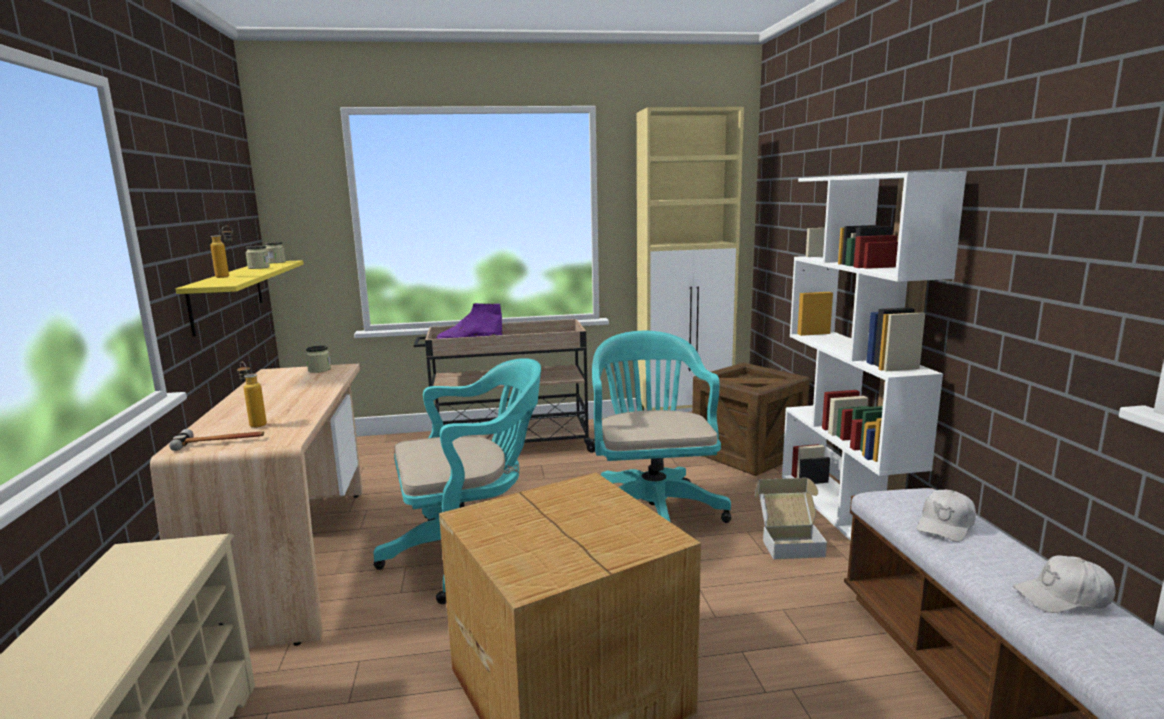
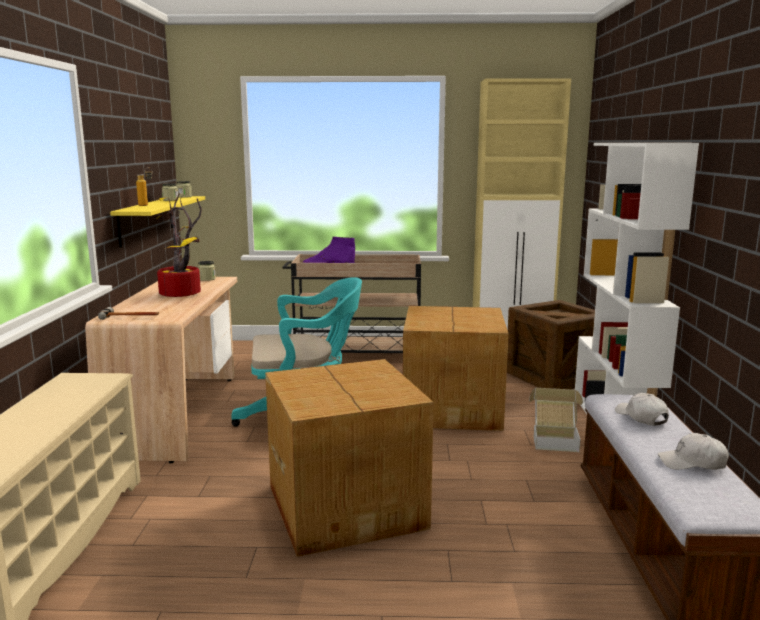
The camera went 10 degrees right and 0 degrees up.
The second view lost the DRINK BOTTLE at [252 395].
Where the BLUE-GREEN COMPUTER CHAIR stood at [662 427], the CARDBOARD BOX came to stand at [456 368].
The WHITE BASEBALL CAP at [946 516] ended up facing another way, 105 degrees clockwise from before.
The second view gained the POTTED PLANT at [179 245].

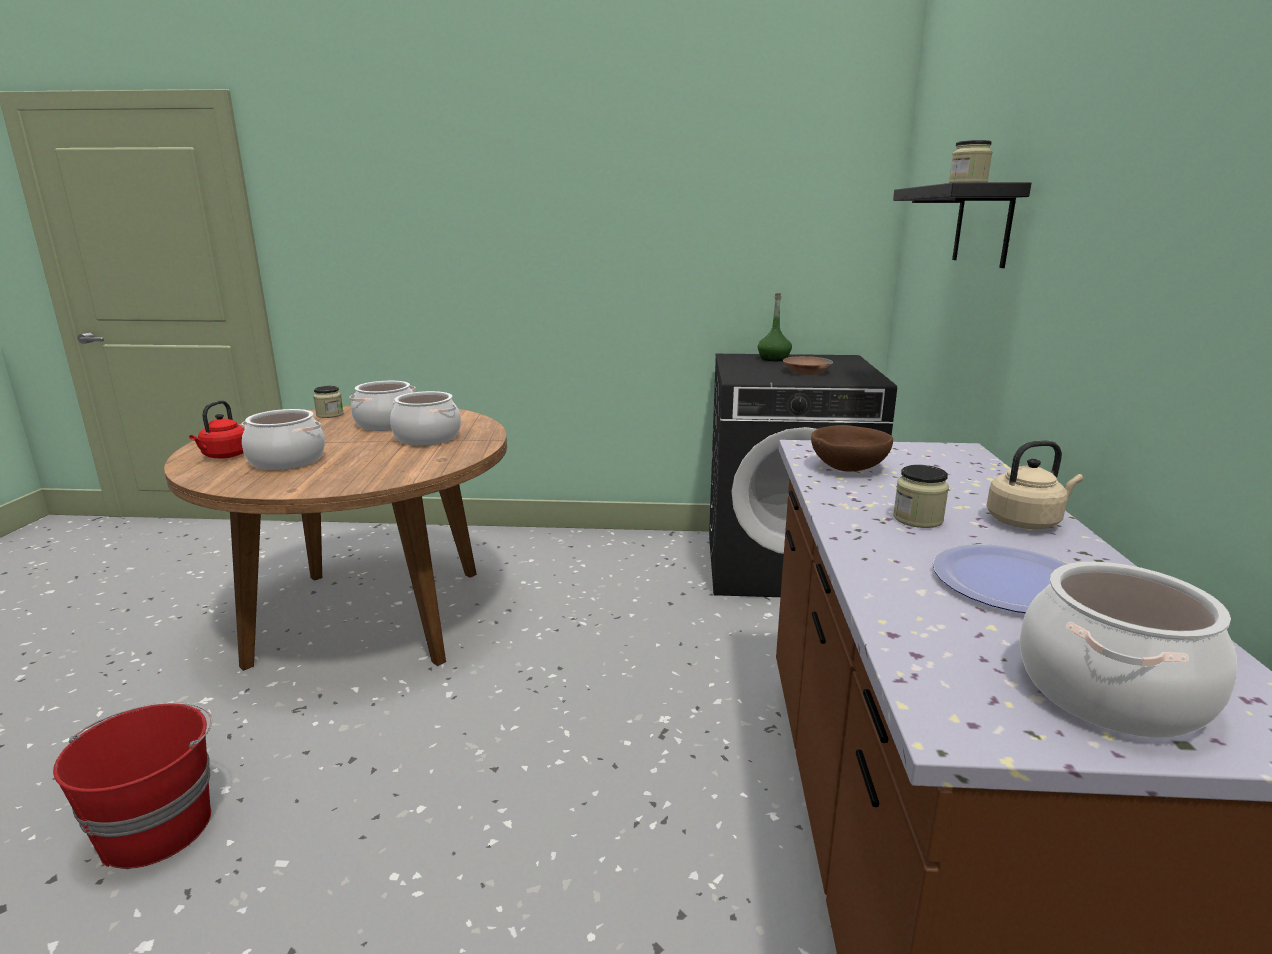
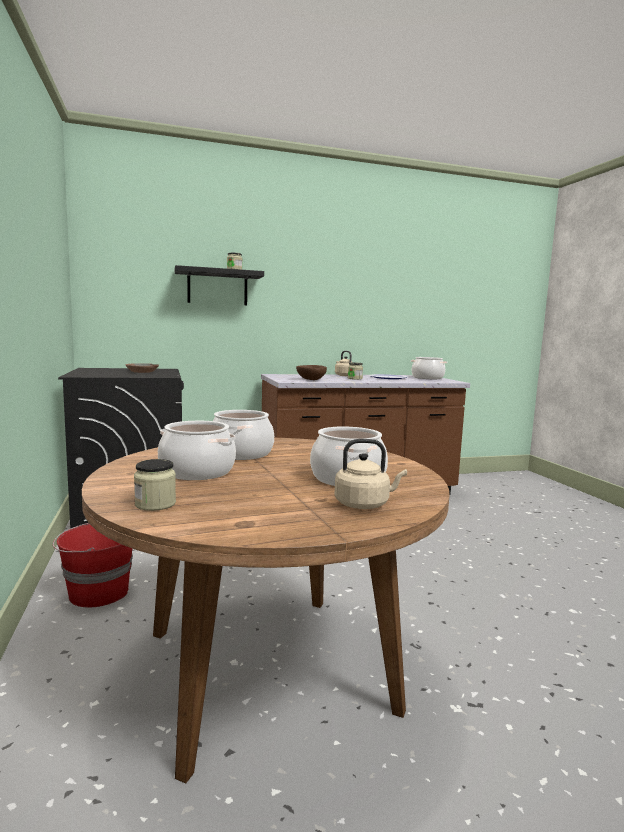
The camera went 110 degrees left and 10 degrees down.
The RED-COLOURED BUCKET ended up elsewhere, having gone from [132 785] to [93 565].
What was the RED-COLOURED WATER KETTLE at [216 429] turned into the BEIGE WATER KETTLE at [371 474].
The second view lost the GREENISH DRINK BOTTLE at [775 327].

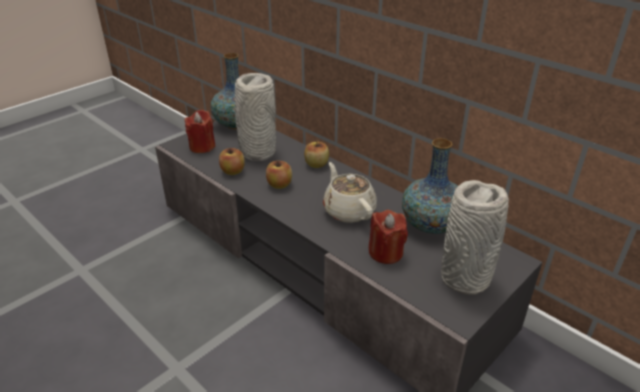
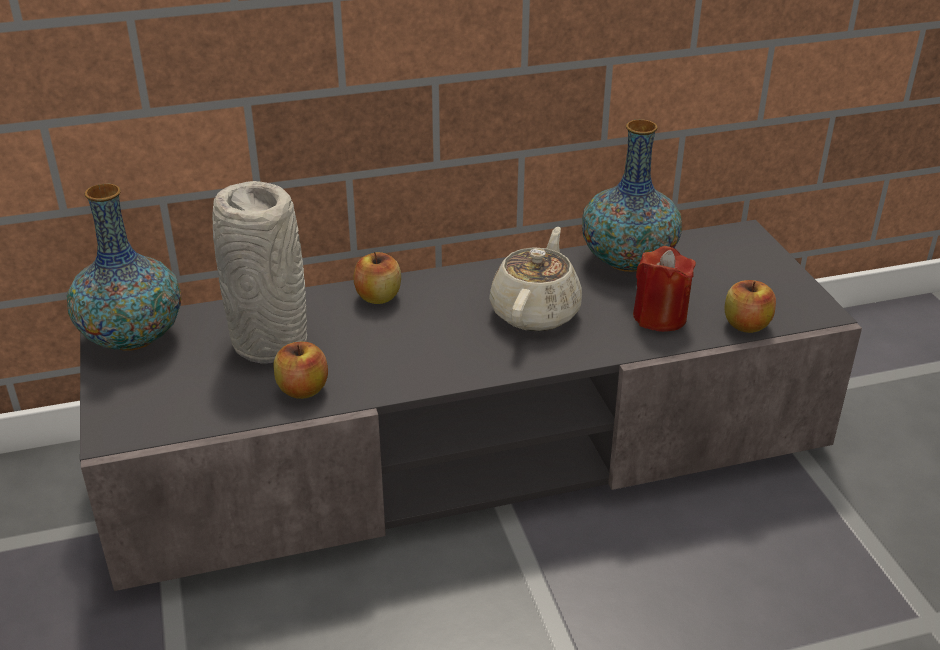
The camera went 60 degrees left and 0 degrees up.
The second view lost the RED-COLOURED WAX CANDLE at [200 131].
The WHOLE APPLE ended up elsewhere, having gone from [279 175] to [750 306].
The BEIGE TEAPOT at [350 192] ended up facing another way, 105 degrees clockwise from before.
The second view lost the GREY FLOWER VASE at [475 237].

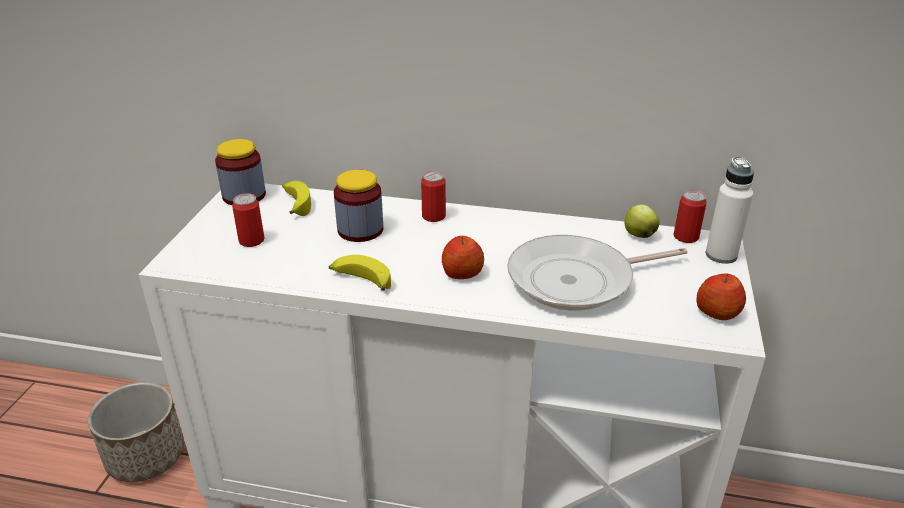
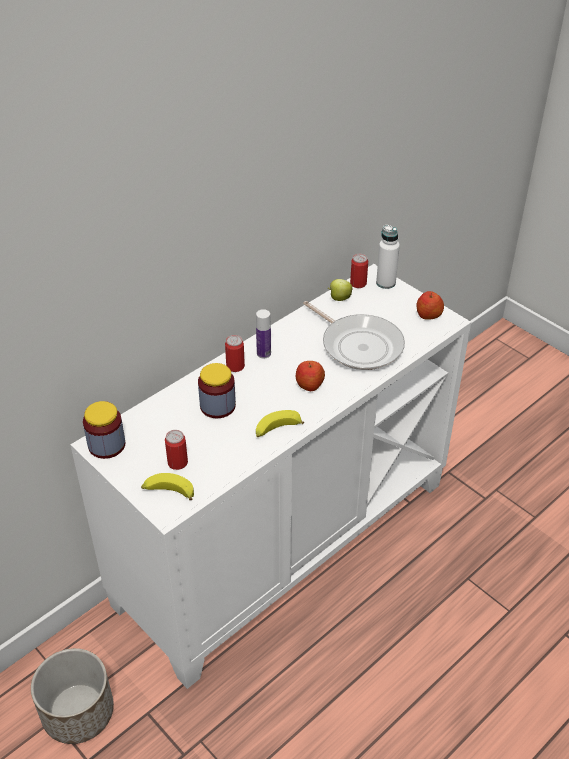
The camera went 55 degrees left and 10 degrees up.
The BANANA ended up elsewhere, having gone from [296 198] to [167 486].
The PAN at [597 273] ended up facing another way, 60 degrees counterclockwise from before.
The second view gained the DRINK BOTTLE at [263 334].

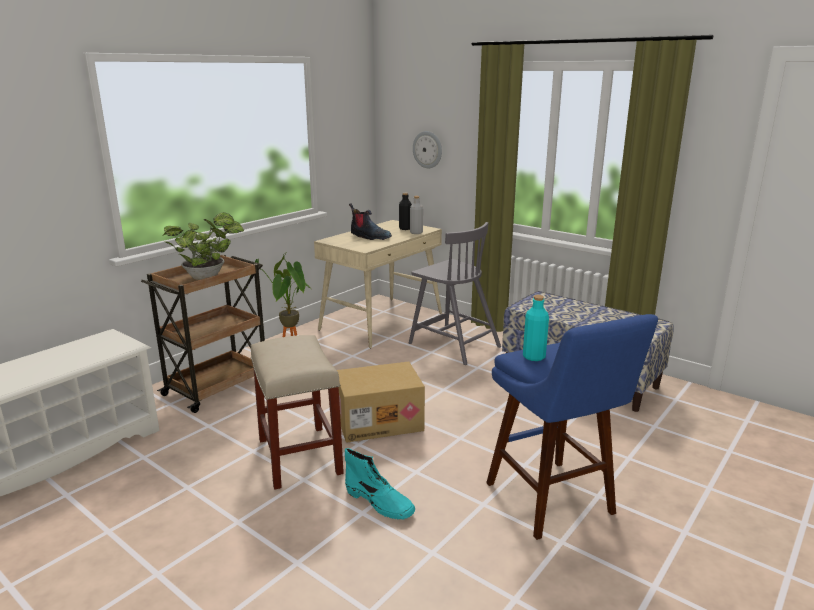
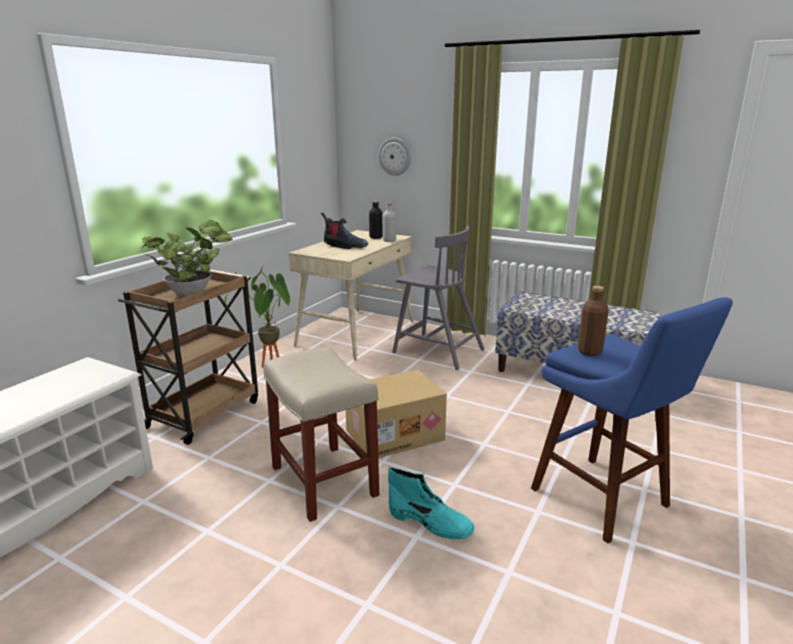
The camera went 10 degrees left and 0 degrees up.
What was the BLUE-GREEN DRINK BOTTLE at [536 328] turned into the BROWNISH DRINK BOTTLE at [593 321].

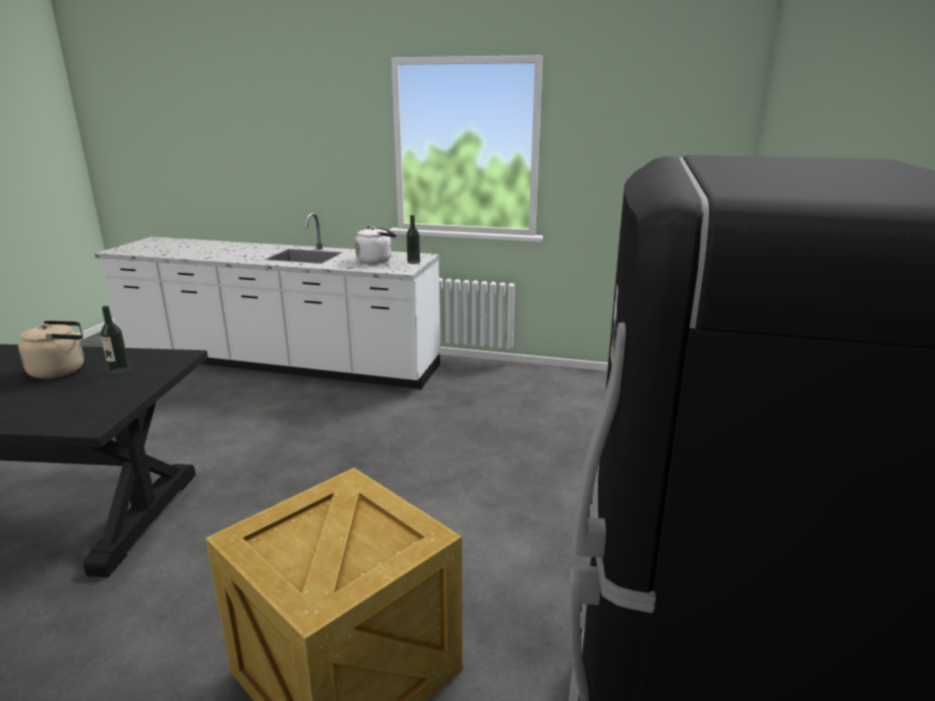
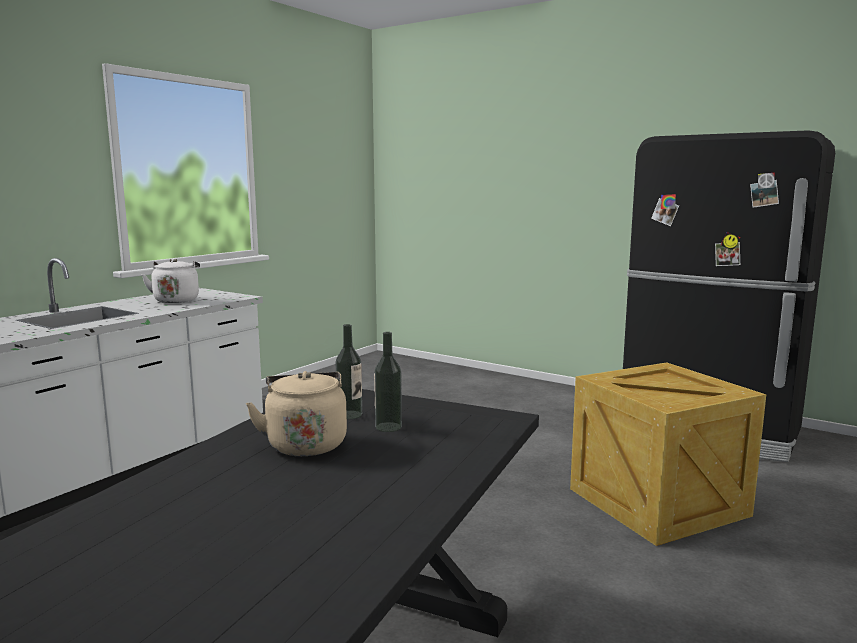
The camera went 70 degrees left and 10 degrees down.
The DRINK BOTTLE ended up elsewhere, having gone from [413 239] to [388 382].

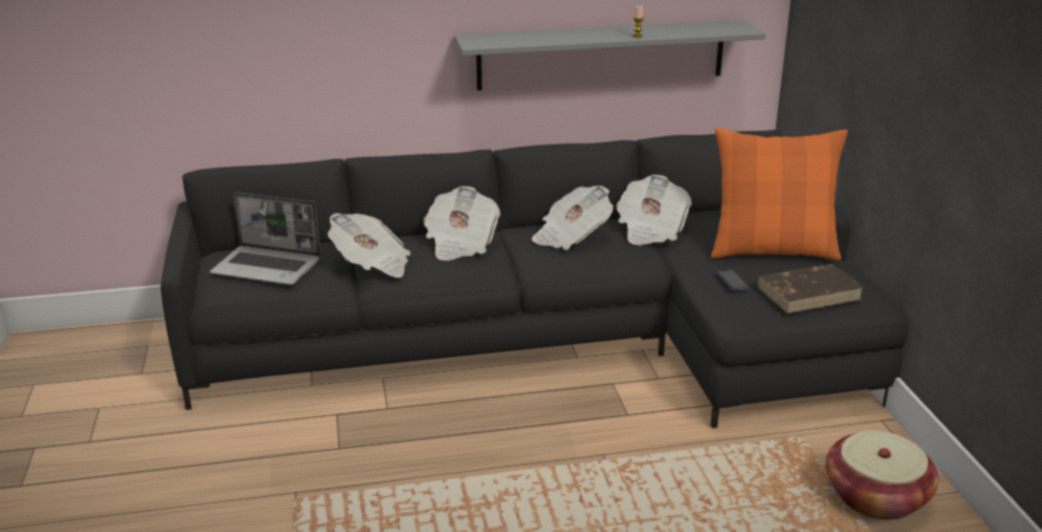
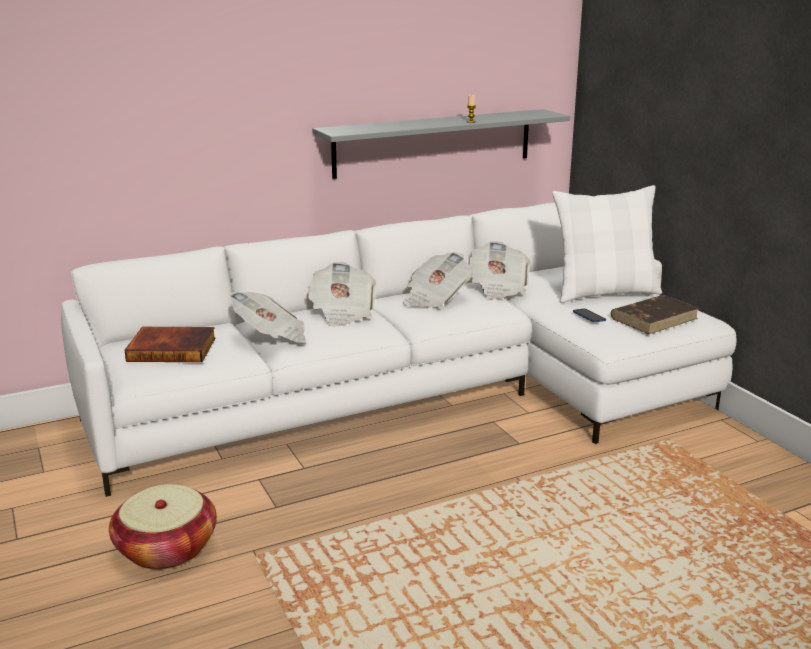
The camera went 15 degrees left and 5 degrees down.
What was the BLACK SOFA at [535 279] turned into the WHITE SOFA at [399 349].
Where the LAPTOP stood at [265 238], the BOUND BOOK came to stand at [170 344].
What was the ORANGE PILLOW at [779 194] turned into the WHITE PILLOW at [607 244].
The HOUSEHOLD BASKET ended up elsewhere, having gone from [882 475] to [163 527].

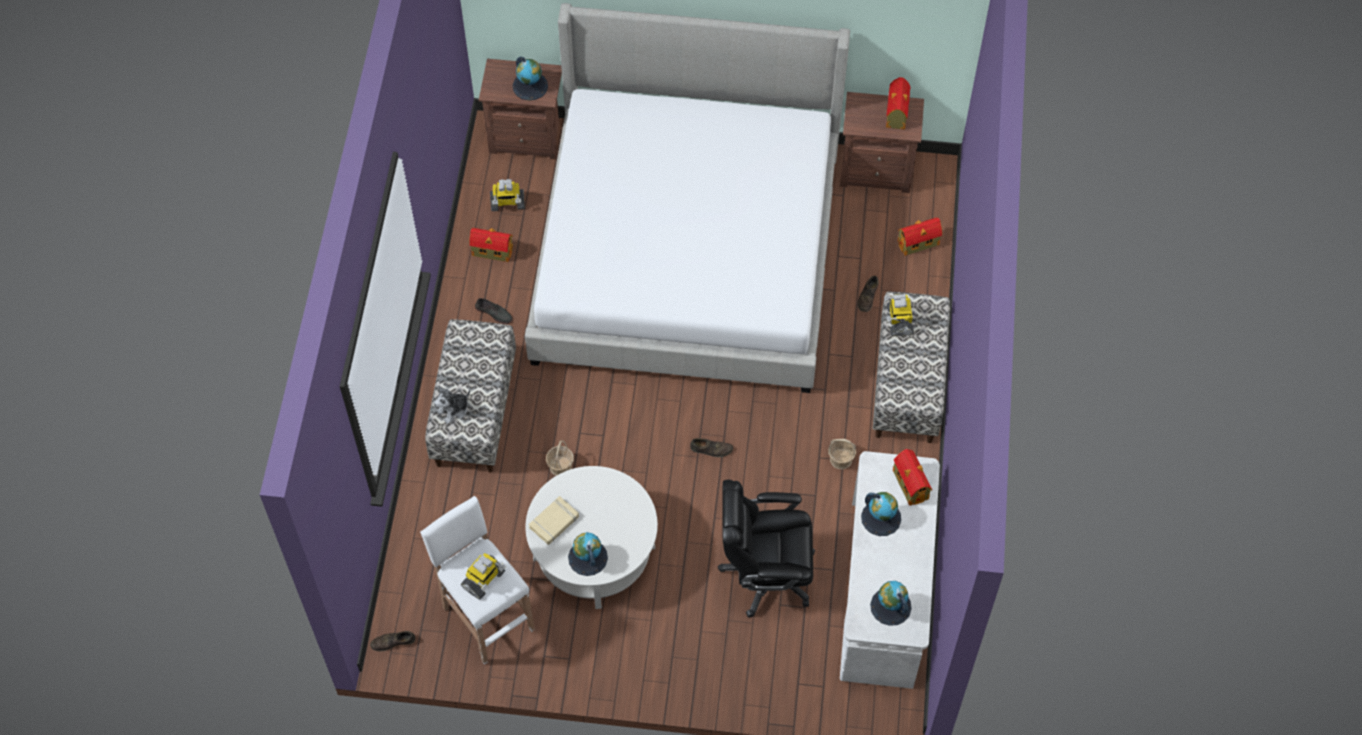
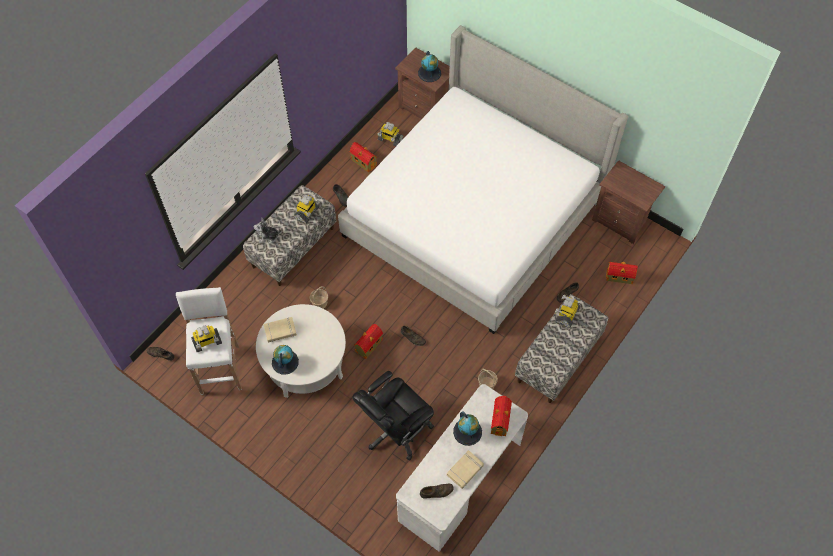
The camera went 30 degrees right and 0 degrees up.
The BLACK COMPUTER CHAIR at [766 548] ended up facing another way, 75 degrees counterclockwise from before.
Where the DESK GLOBE stood at [891 603], the BROWNISH SHOE came to stand at [437 491].
The MINIATURE HOUSE ended up elsewhere, having gone from [898 103] to [368 341].
The second view gained the ROBOT FIGURE at [307 209].
The second view gained the BEIGE BOUND BOOK at [465 469].

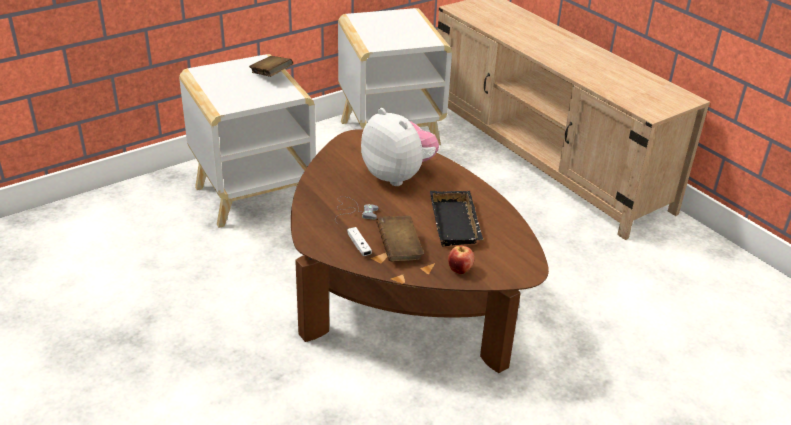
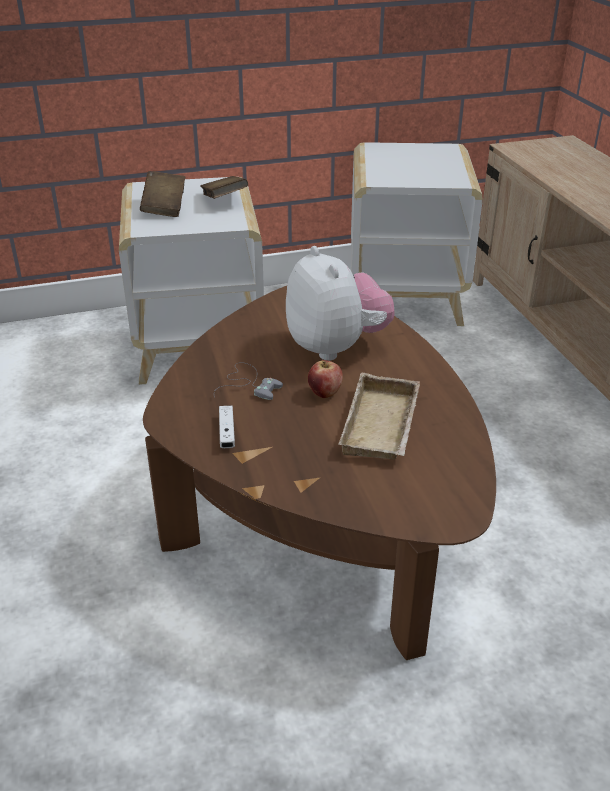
The camera went 20 degrees right and 0 degrees up.
The BROWNISH BOUND BOOK ended up elsewhere, having gone from [400 238] to [162 194].
What was the BLACK CARRYING TRAY at [457 218] turned into the BEIGE CARRYING TRAY at [379 416].
The WHOLE APPLE ended up elsewhere, having gone from [461 260] to [325 379].

